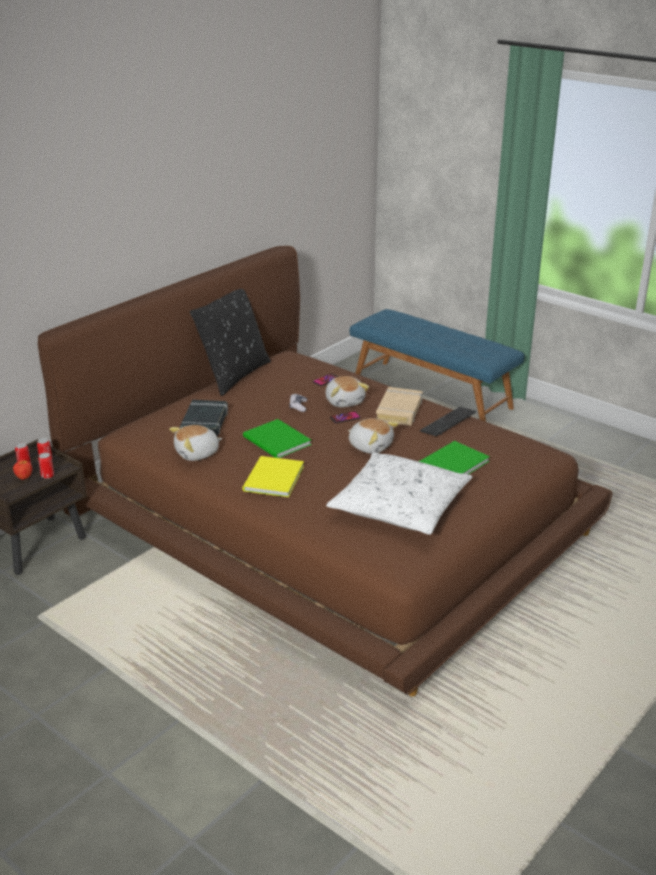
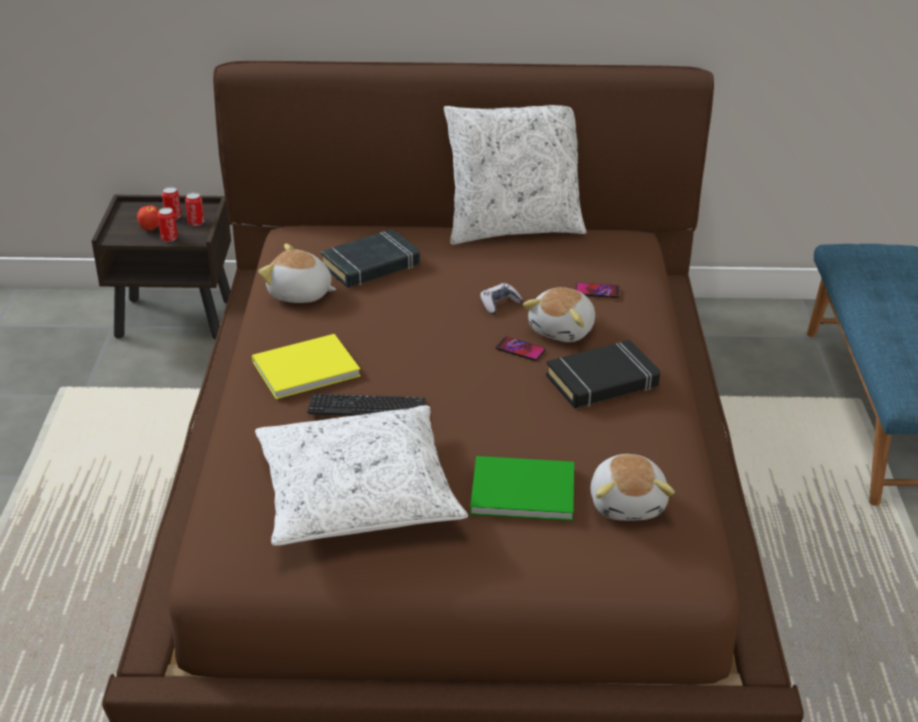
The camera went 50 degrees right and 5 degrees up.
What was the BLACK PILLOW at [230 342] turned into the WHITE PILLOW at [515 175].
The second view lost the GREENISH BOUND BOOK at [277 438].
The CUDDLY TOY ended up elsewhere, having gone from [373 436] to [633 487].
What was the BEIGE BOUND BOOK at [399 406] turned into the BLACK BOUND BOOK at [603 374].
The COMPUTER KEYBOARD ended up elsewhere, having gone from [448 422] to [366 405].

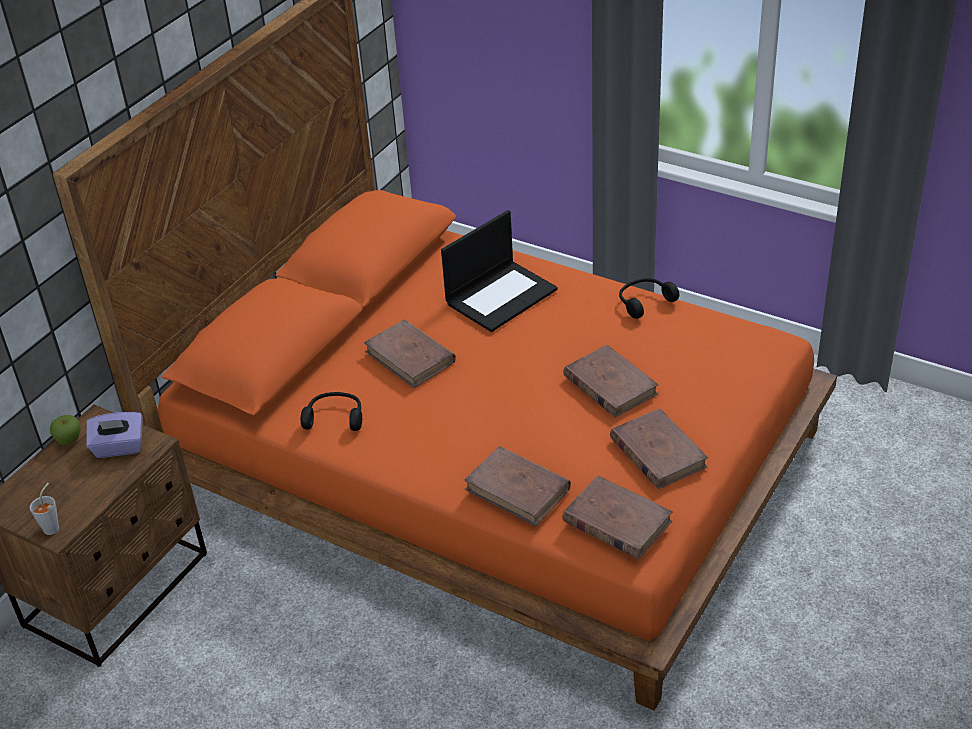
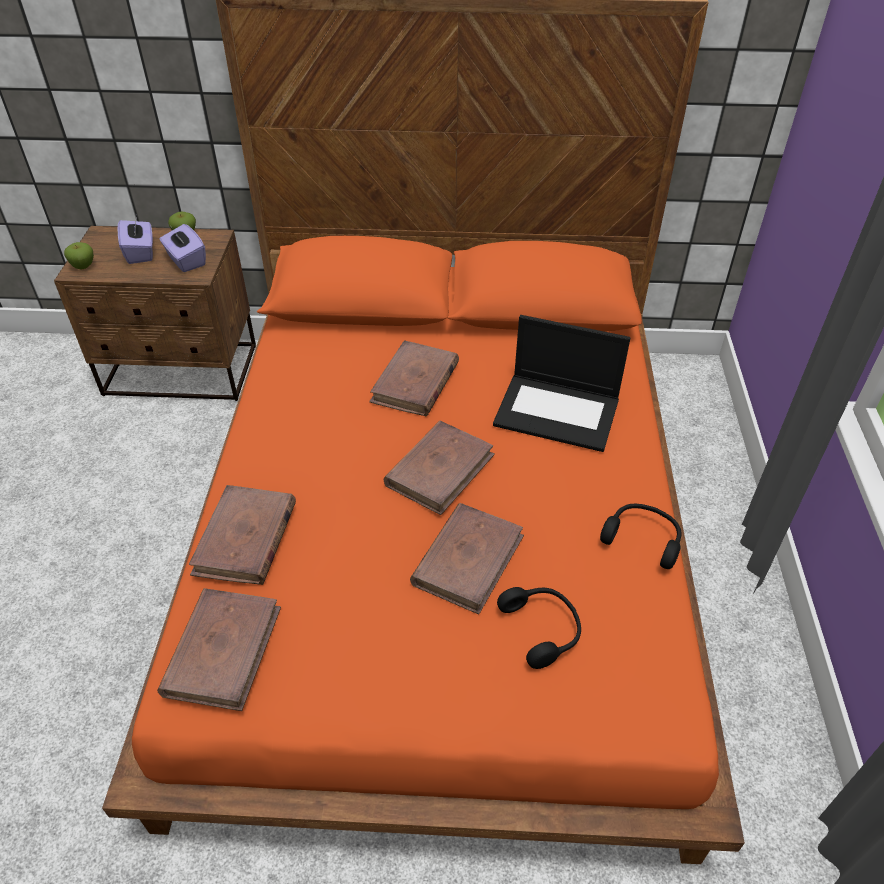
The camera went 60 degrees right and 5 degrees up.
Where the GREY SMALL CUP stood at [44 509], the WHOLE APPLE came to stand at [79 256].
The BLACK PAIR OF HEADPHONES ended up elsewhere, having gone from [331 411] to [539 628].
The BROWNISH BOUND BOOK ended up elsewhere, having gone from [659 449] to [439 468].
The second view gained the PURPLE-COLOURED TISSUE BOX at [135 240].

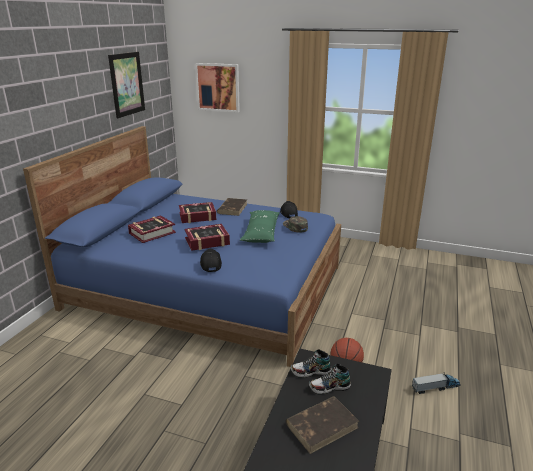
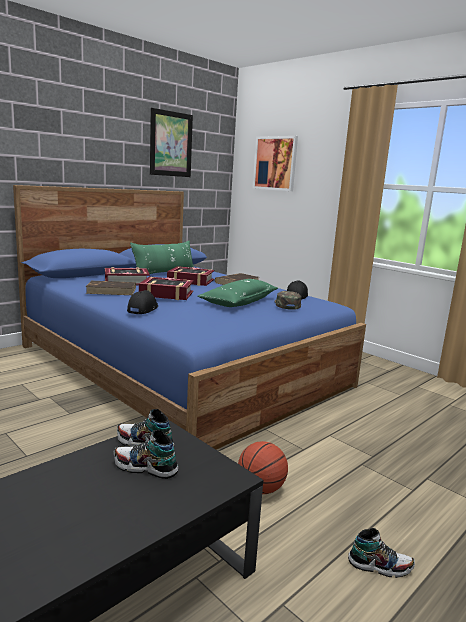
The camera went 25 degrees right and 10 degrees down.
The BROWNISH BOUND BOOK ended up elsewhere, having gone from [322 425] to [111 288].
Where the TOY LORRY stood at [436 383], the SHOE came to stand at [381 553].
The second view gained the GREENISH PILLOW at [162 257].

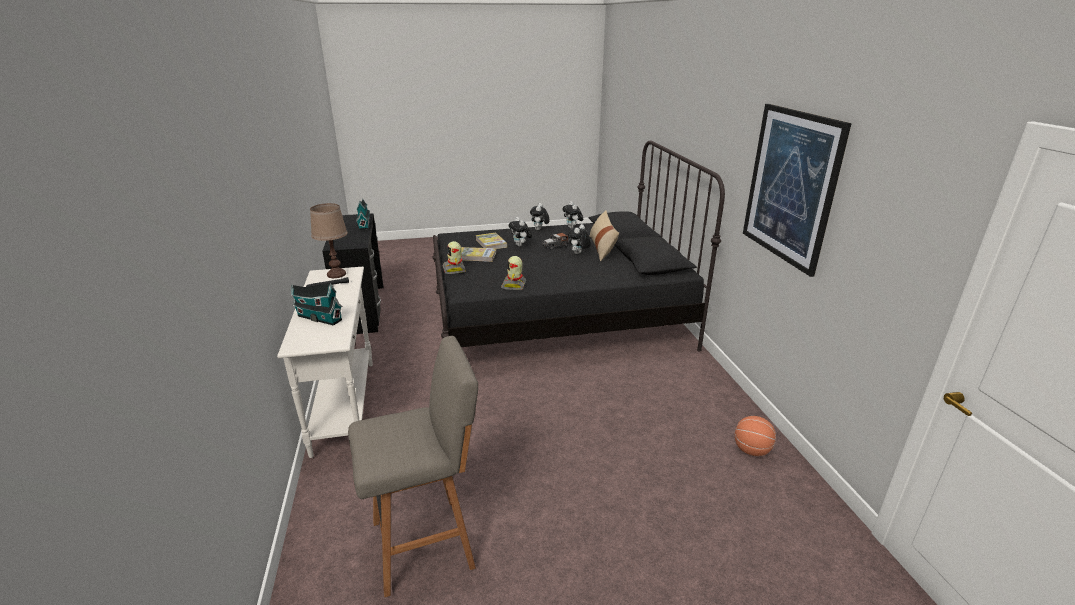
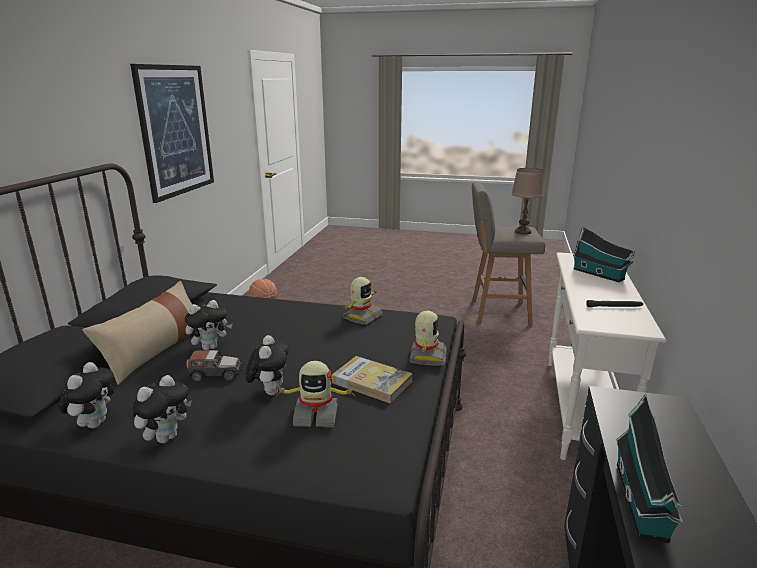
The camera went 155 degrees left and 5 degrees down.
The BROWNISH TABLE LAMP ended up elsewhere, having gone from [329 240] to [527 201].
Where the BOUND BOOK stood at [491 240], the ROBOT FIGURE came to stand at [315 394].

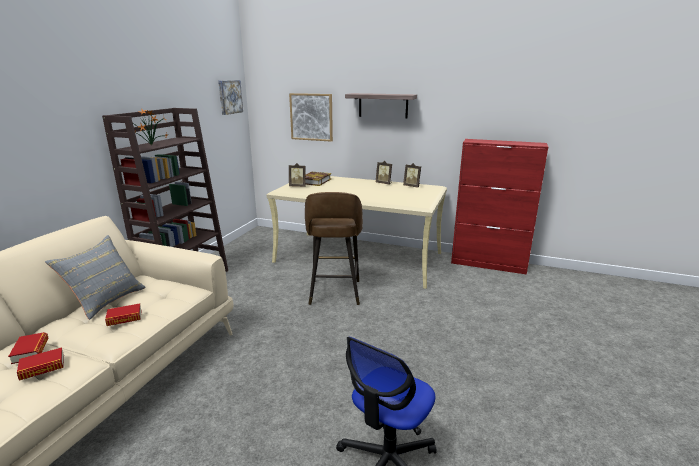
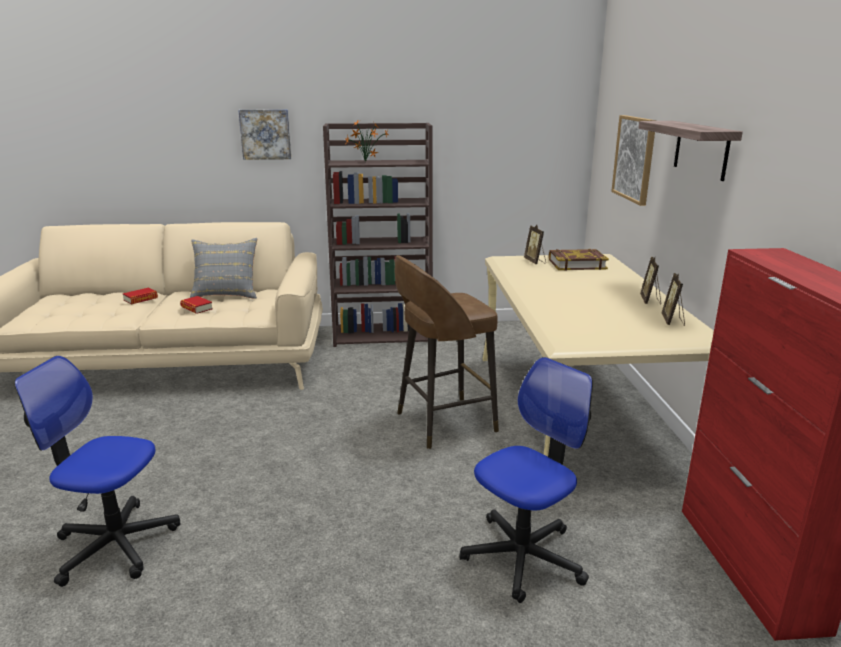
The camera went 65 degrees right and 0 degrees up.
The second view lost the BOUND BOOK at [40 363].
The PICTURE ended up elsewhere, having gone from [230 97] to [264 134].
The second view gained the COMPUTER CHAIR at [526 480].

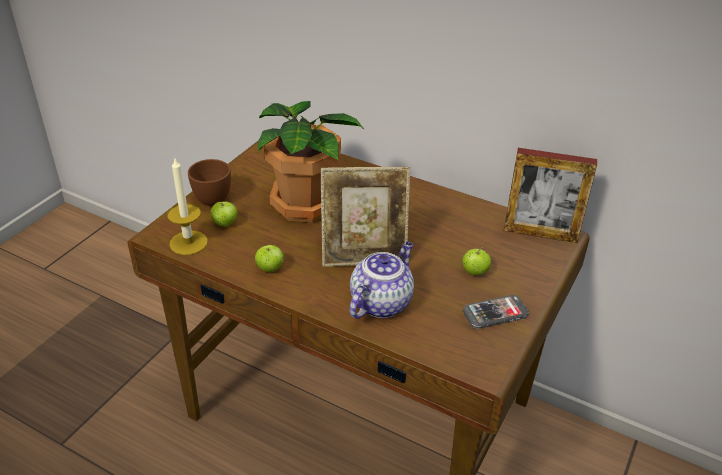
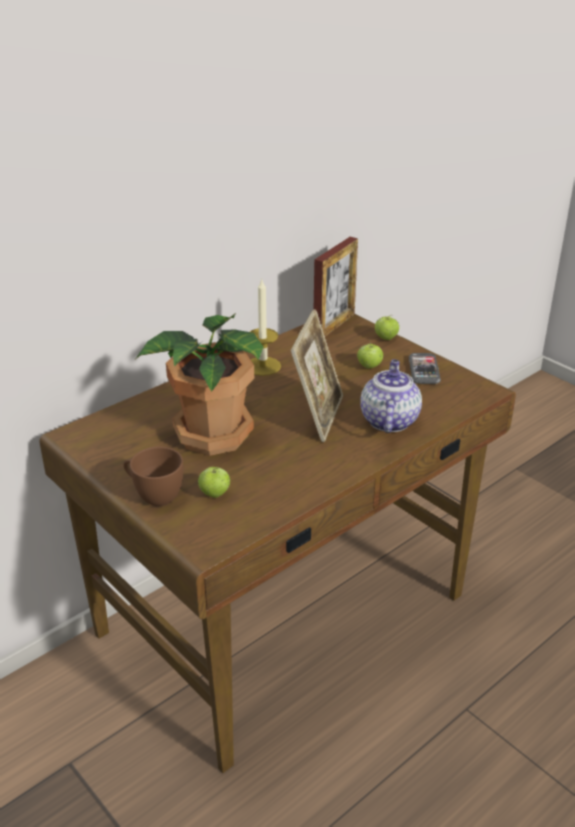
The camera went 70 degrees left and 5 degrees down.
The WAX CANDLE ended up elsewhere, having gone from [187 206] to [265 328].
The WHOLE APPLE ended up elsewhere, having gone from [269 258] to [387 327].
The TEAPOT at [381 280] ended up facing another way, 45 degrees clockwise from before.

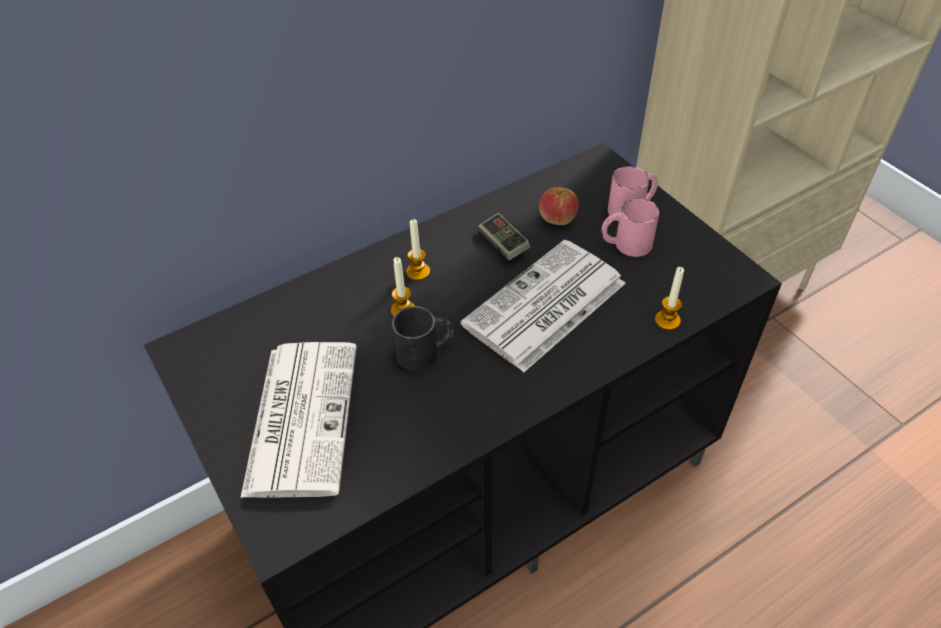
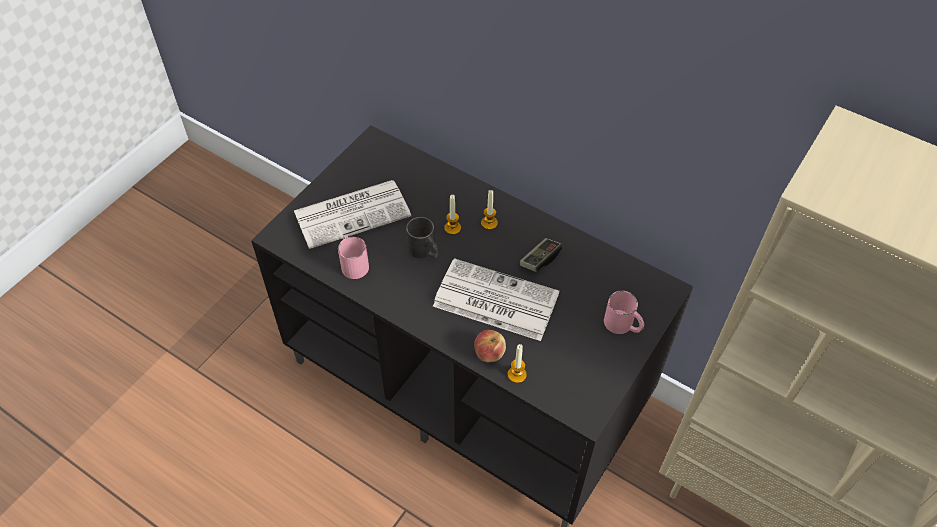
The camera went 65 degrees right and 5 degrees up.
The WHOLE APPLE ended up elsewhere, having gone from [559 206] to [490 346].
The PINKISH MUG ended up elsewhere, having gone from [630 227] to [353 257].

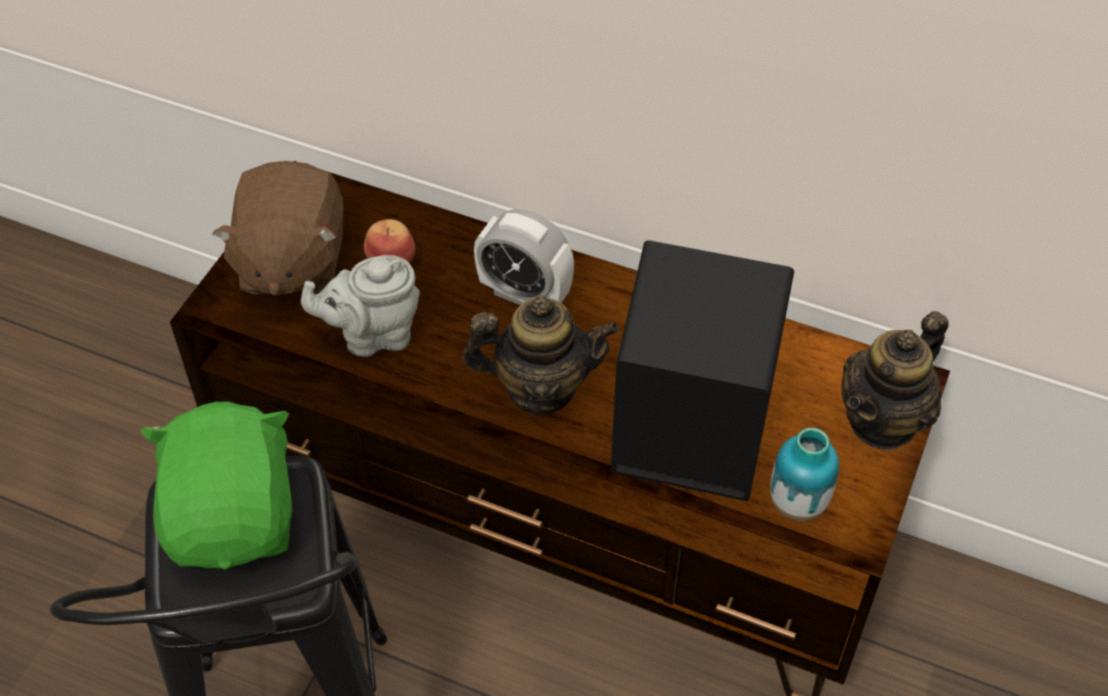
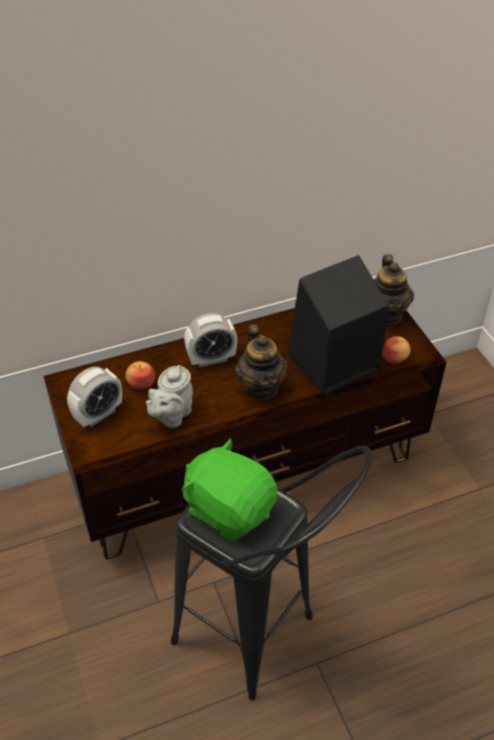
The camera went 45 degrees left and 5 degrees down.
Where the BROWNISH CUDDLY TOY stood at [277 228], the ALARM CLOCK came to stand at [94 397].
The TEAPOT at [540 355] ended up facing another way, 120 degrees clockwise from before.
Where the FLOWER VASE stood at [804 475], the WHOLE APPLE came to stand at [396 350].

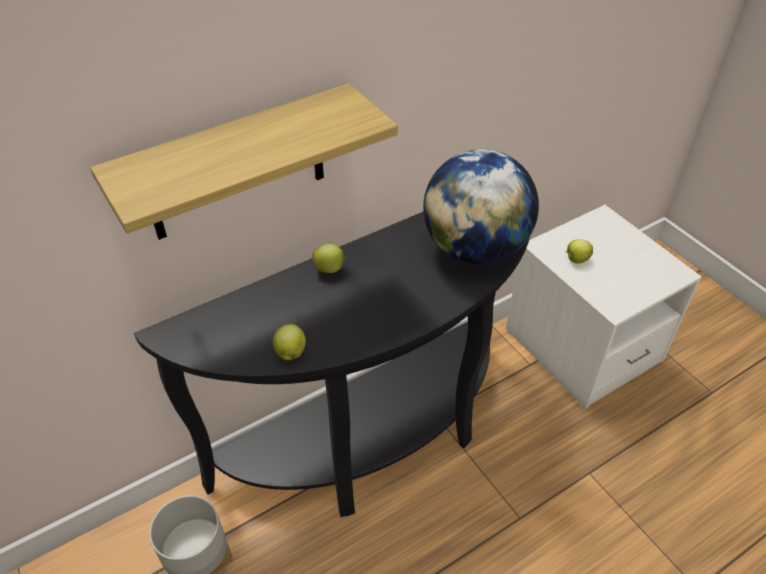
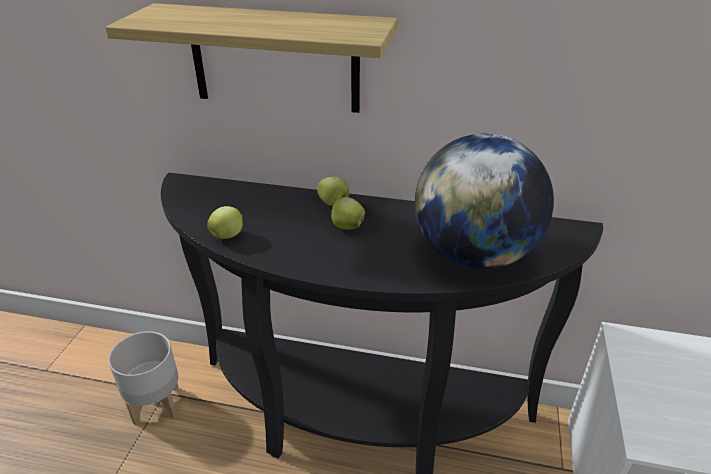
The camera went 45 degrees right and 10 degrees down.
The WHOLE APPLE ended up elsewhere, having gone from [579 251] to [348 213].

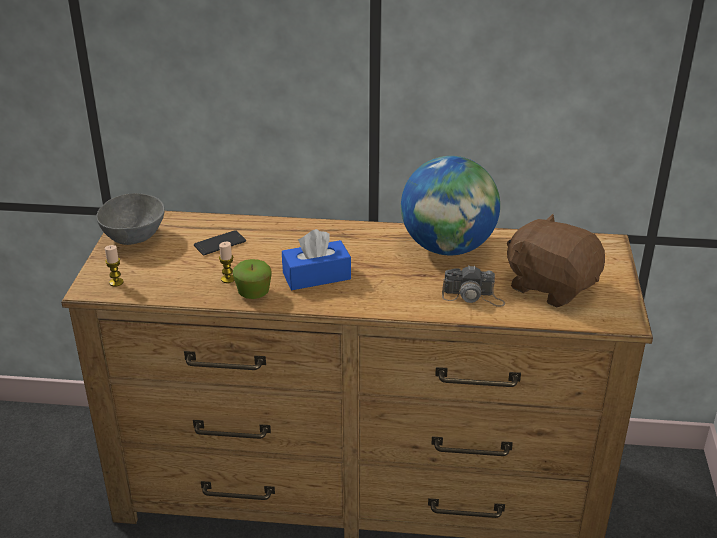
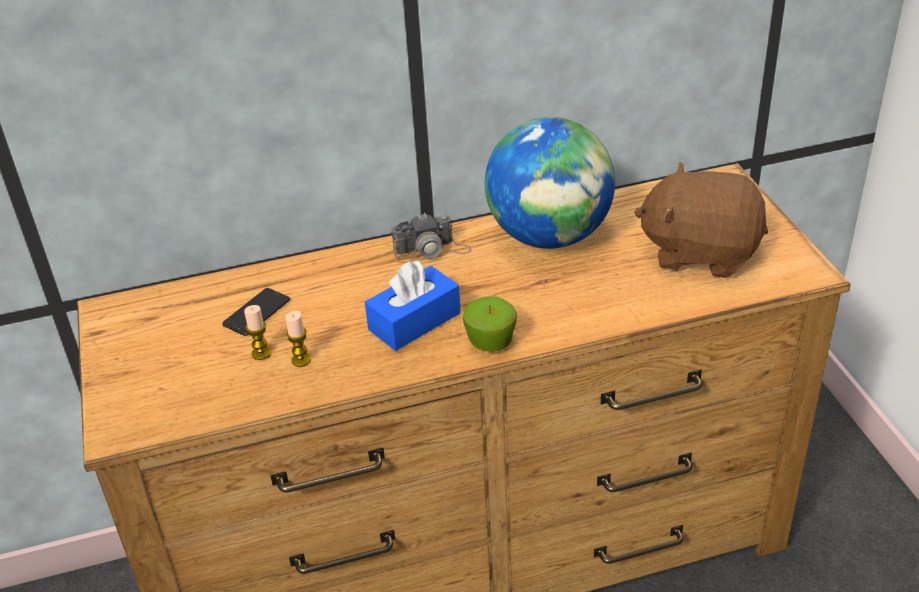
The camera went 20 degrees left and 5 degrees up.
The second view lost the GREY SERVING BOWL at [130 219].
The WAX CANDLE ended up elsewhere, having gone from [114 266] to [257 332].
The WHOLE APPLE ended up elsewhere, having gone from [252 279] to [490 324].
The STILL CAMERA ended up elsewhere, having gone from [473 286] to [431 238].

